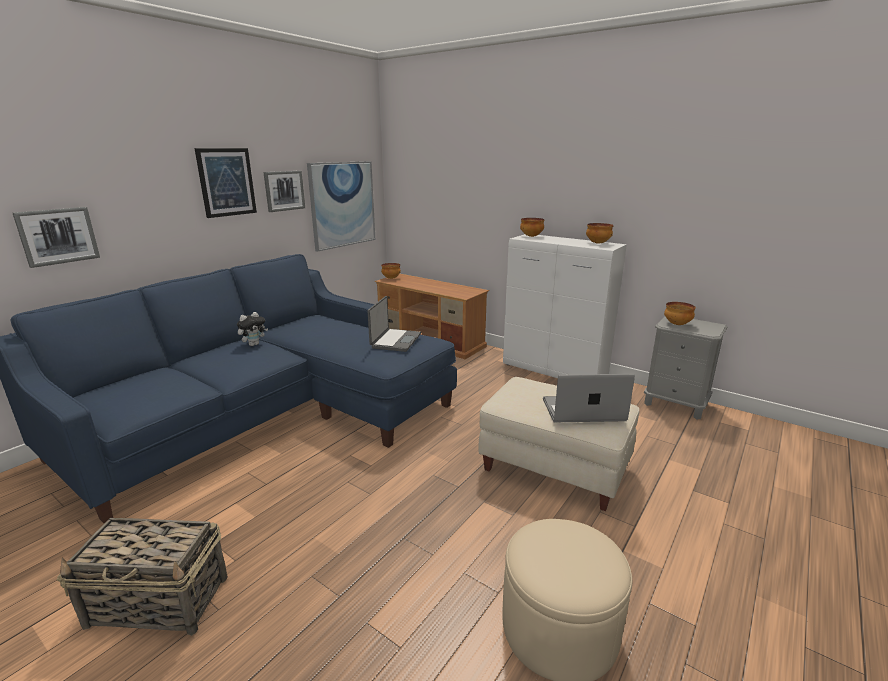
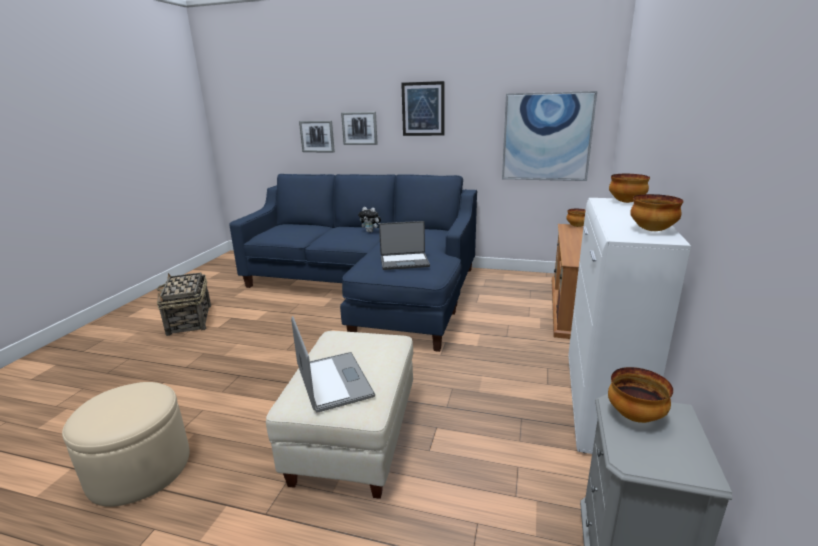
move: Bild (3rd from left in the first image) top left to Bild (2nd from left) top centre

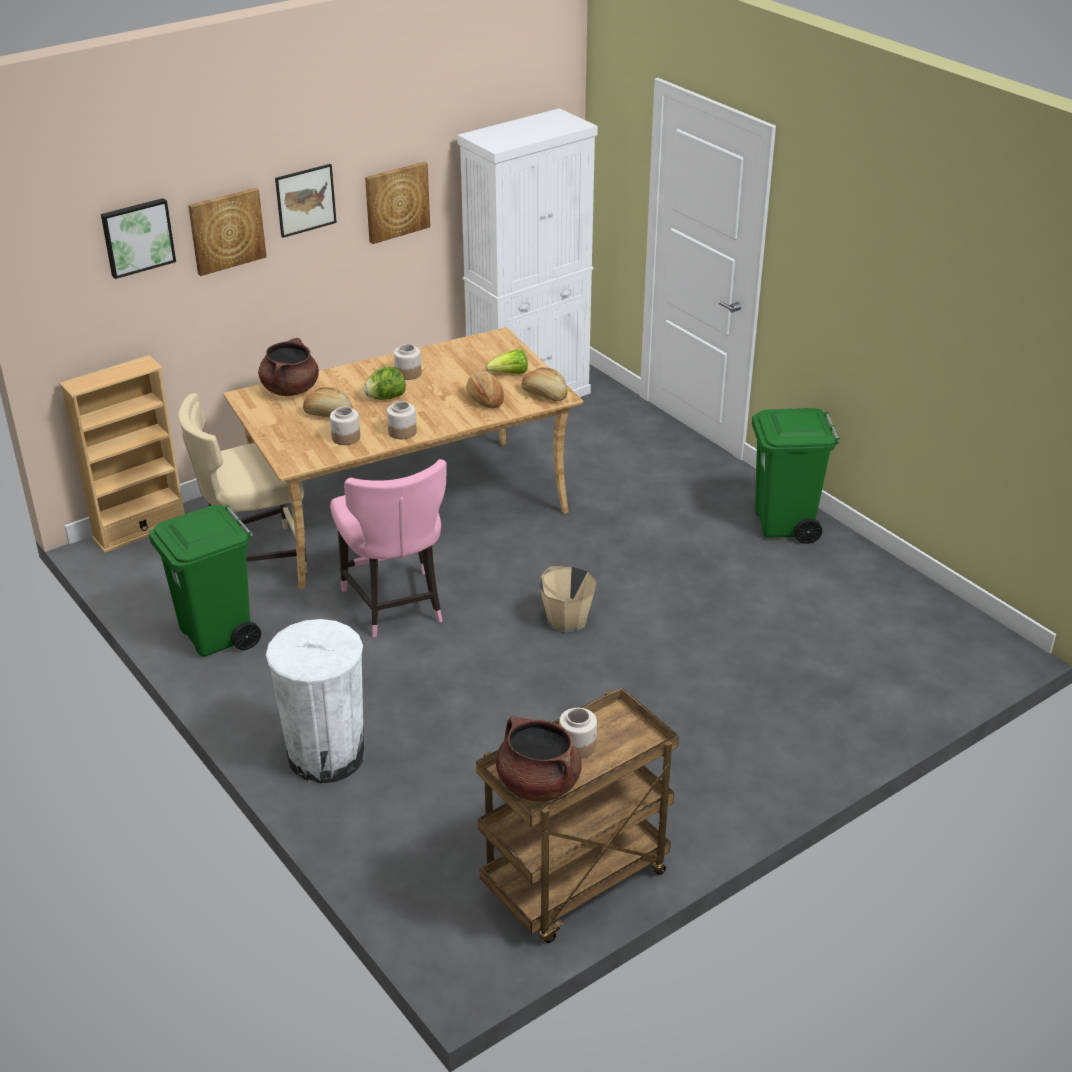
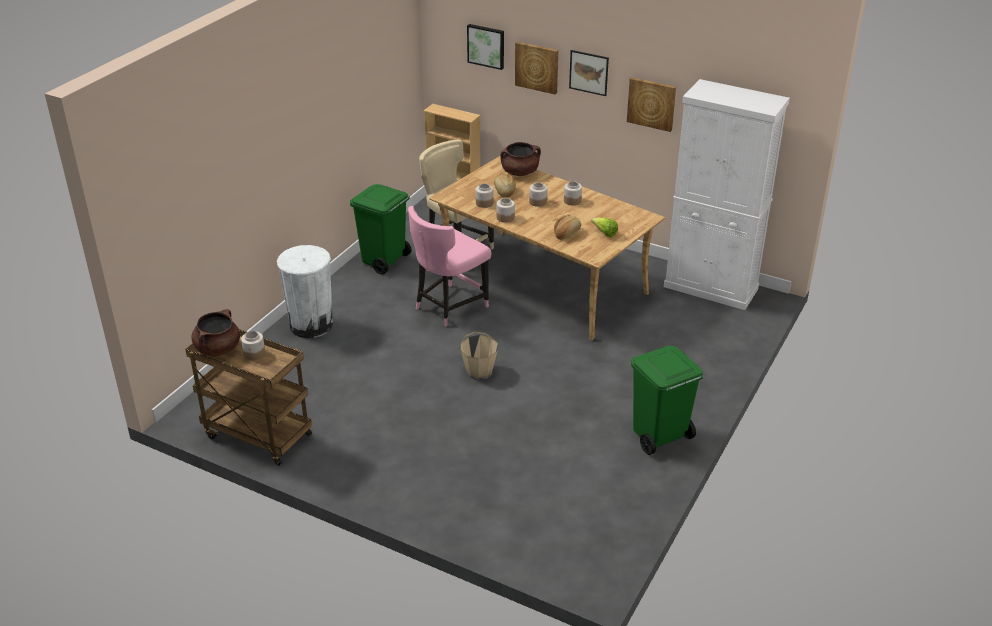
delete: Brot (3rd from left) centre
replace: Salatkopf (1st from left) centre to Vorratsglas (4th from left) top centre

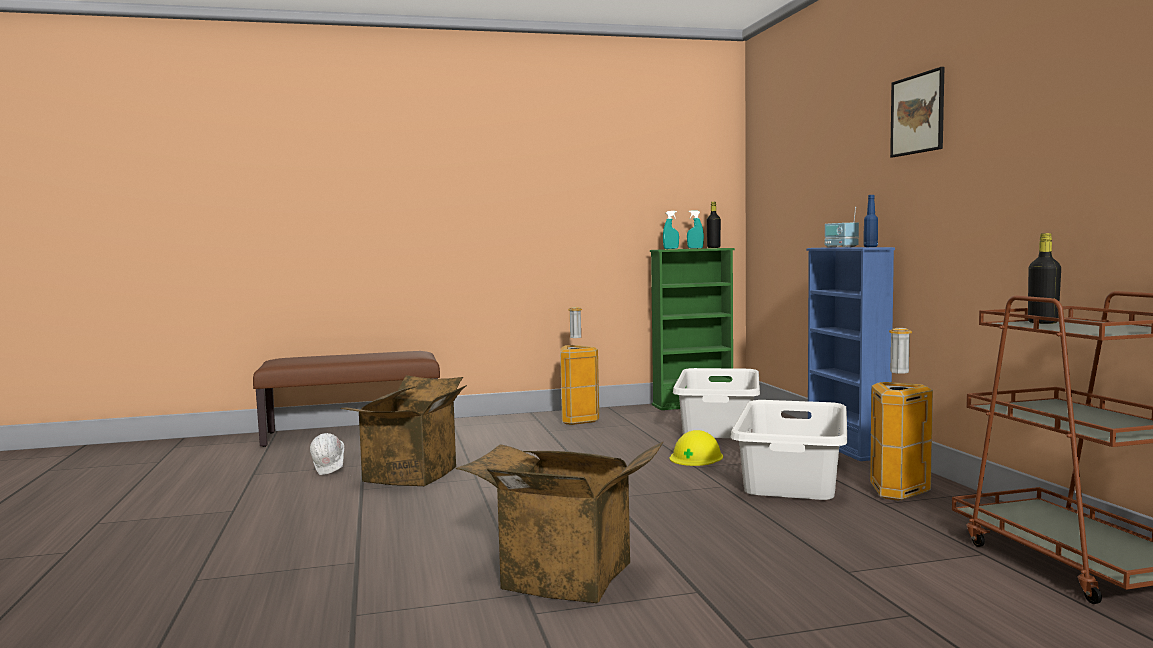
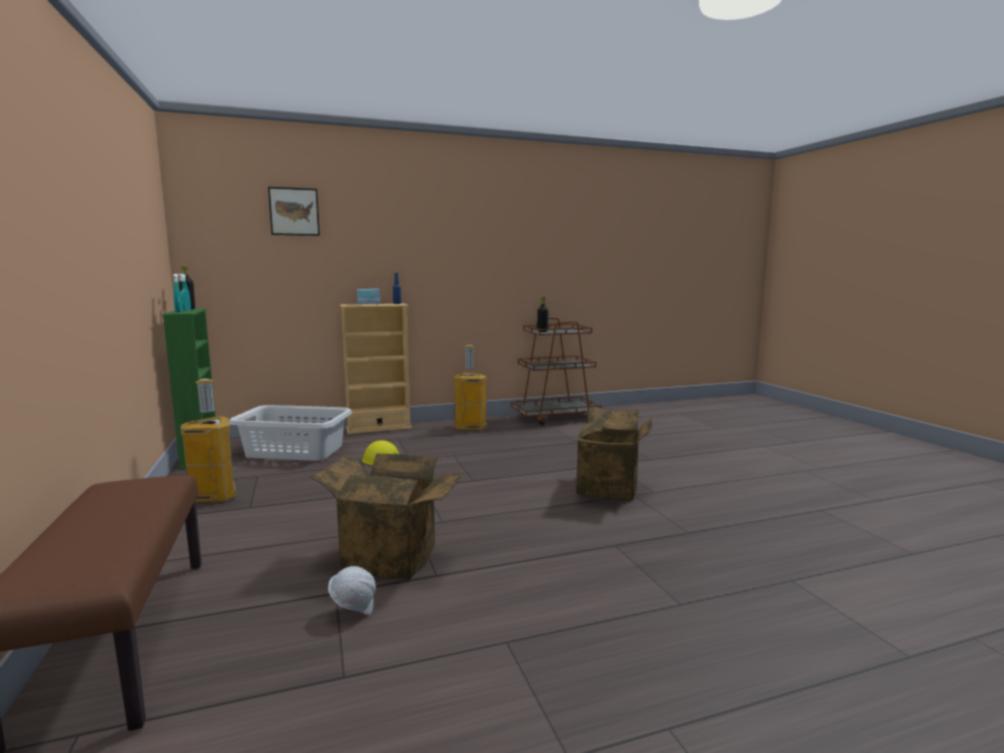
delete: Wäschekorb (grau) (2nd from left) bottom right
move: Bild top right to top left
recolor: Bücherregal (blau) middle right to Bücherregal (beige) centre

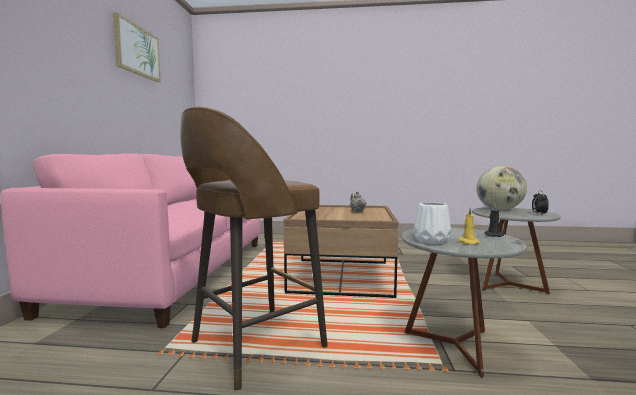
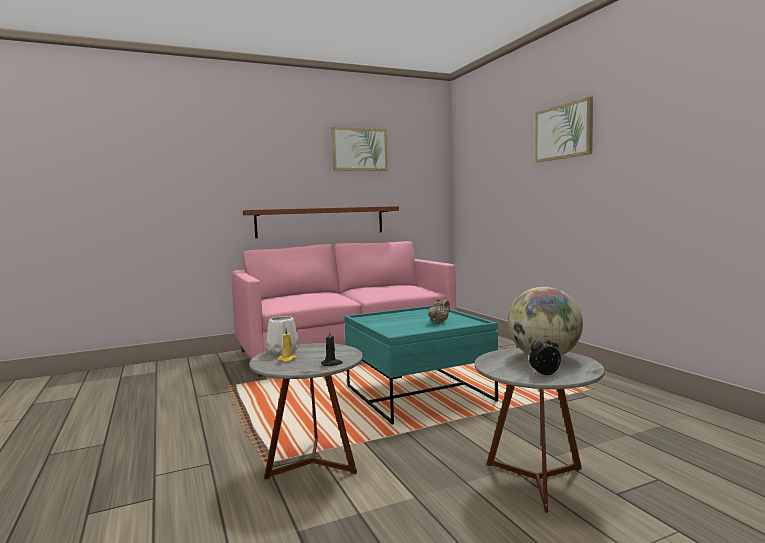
delete: Hocker (braun) centre
insert: Wandregal (braun) centre; Bild (2nd from left) top right
recolor: Couchtisch (braun) centre to Couchtisch (türkis) bottom centre

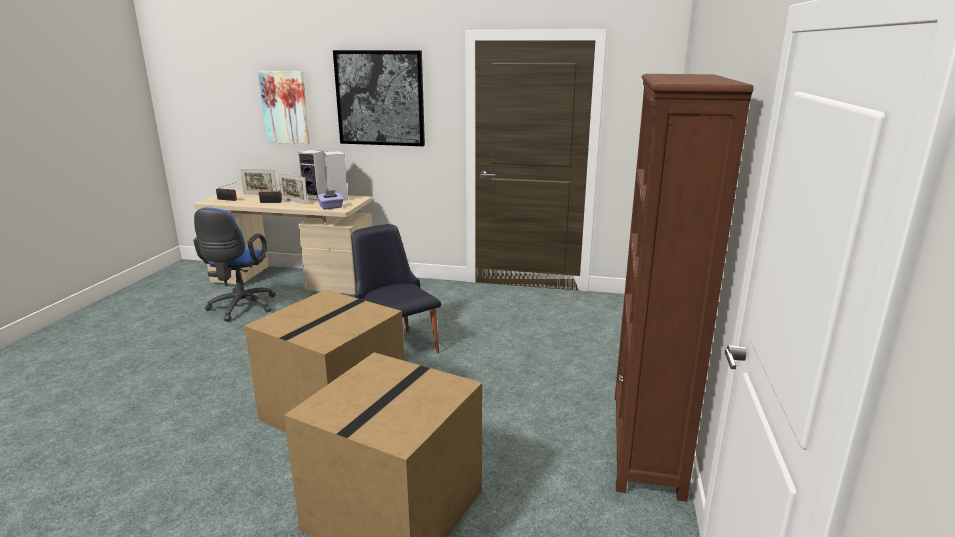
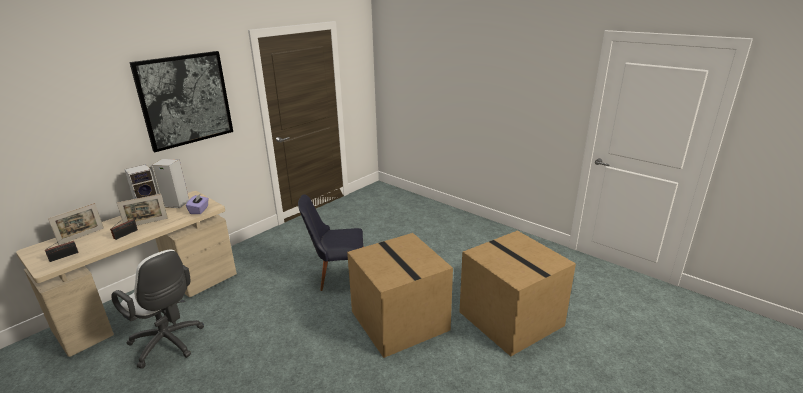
delete: Bild (1st from left) top left; Bücherregal (braun) middle right
recolor: Bürostuhl (blau) middle left to Bürostuhl (weiß) bottom left

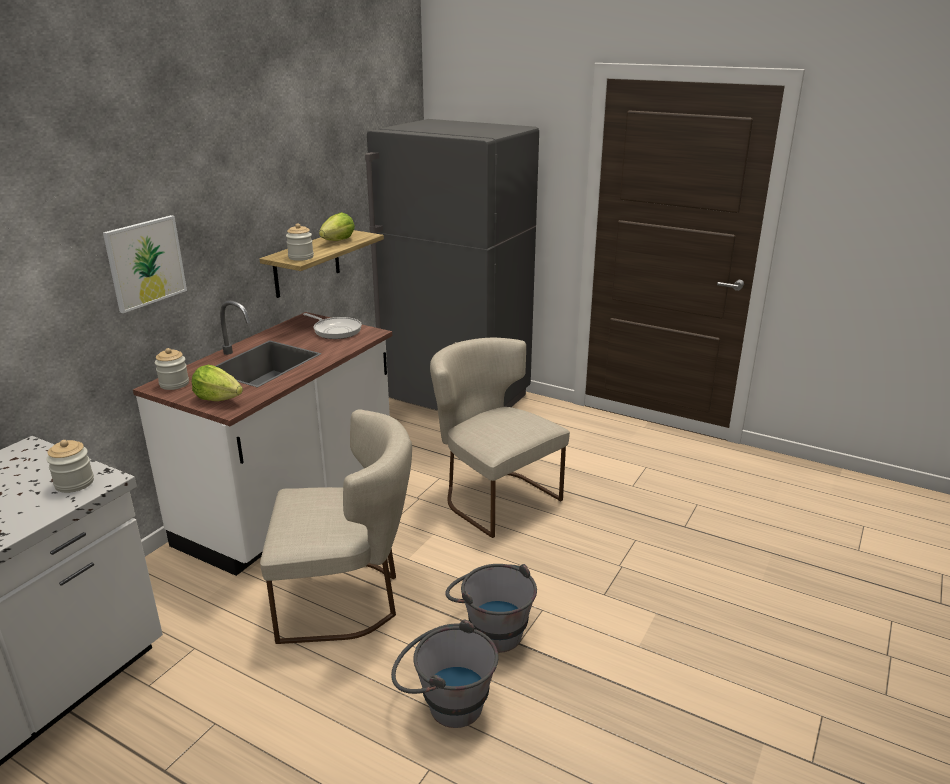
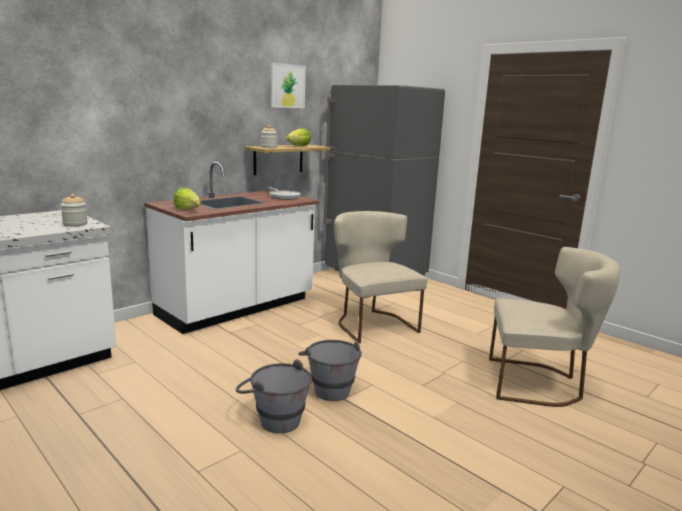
delete: Vorratsglas (2nd from left) middle left
move: Bild middle left to top centre; Stuhl (beige) (1st from left in the first image) bottom centre to Stuhl (beige) (2nd from left) middle right

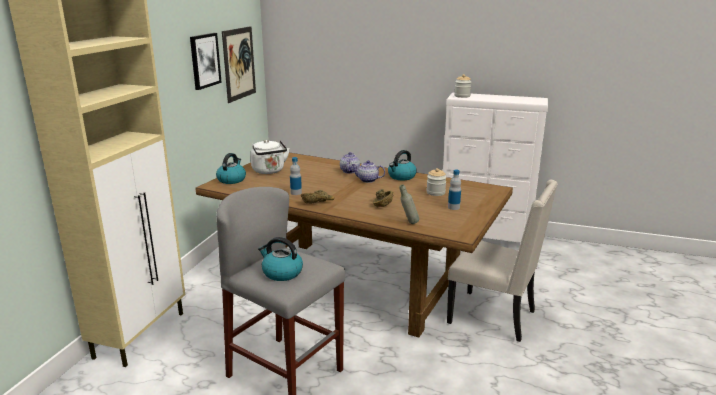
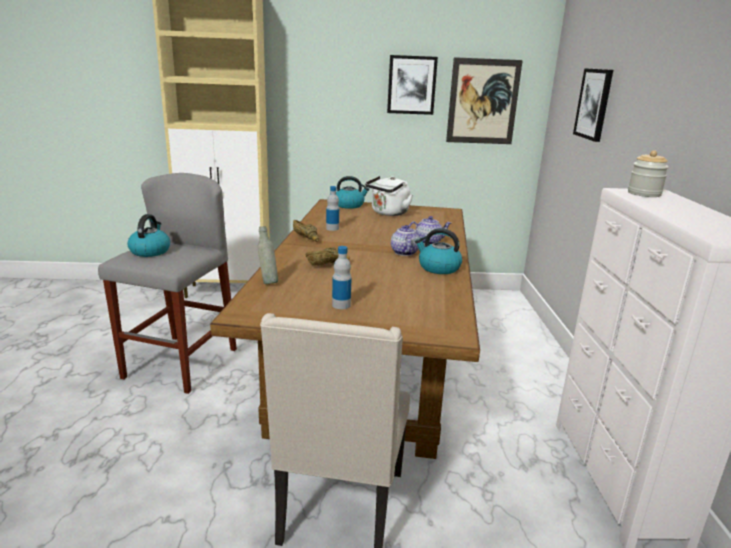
delete: Vorratsglas (1st from left) centre
insert: Bild (3rd from left) top right

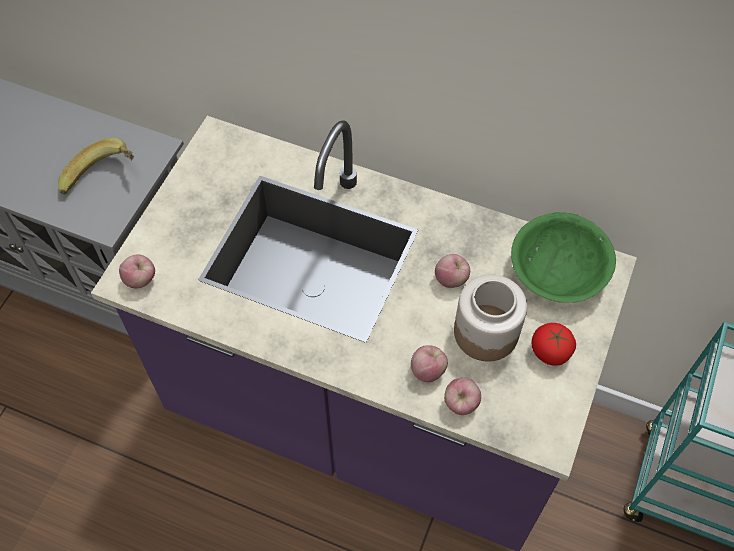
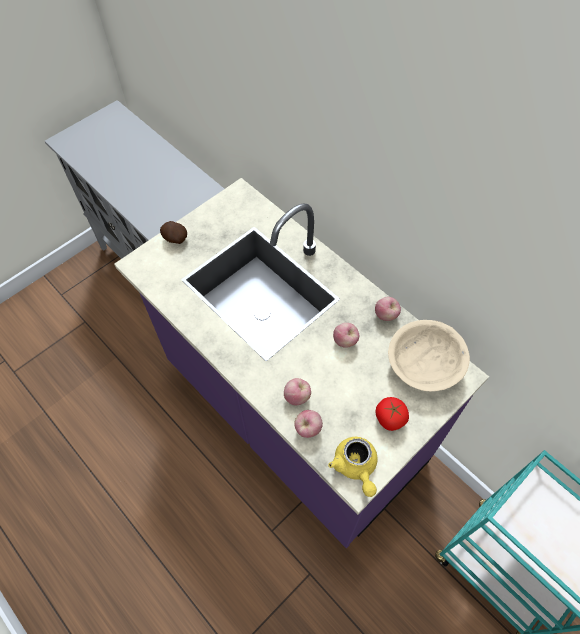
delete: Banane top left; Vorratsglas middle right
insert: Kartoffel middle left; Teekanne (gelb) bottom centre
move: Apfel (1st from left in the first image) middle left to Apfel (4th from left) middle right
recolor: Schüssel (grün) middle right to Schüssel (beige) middle right

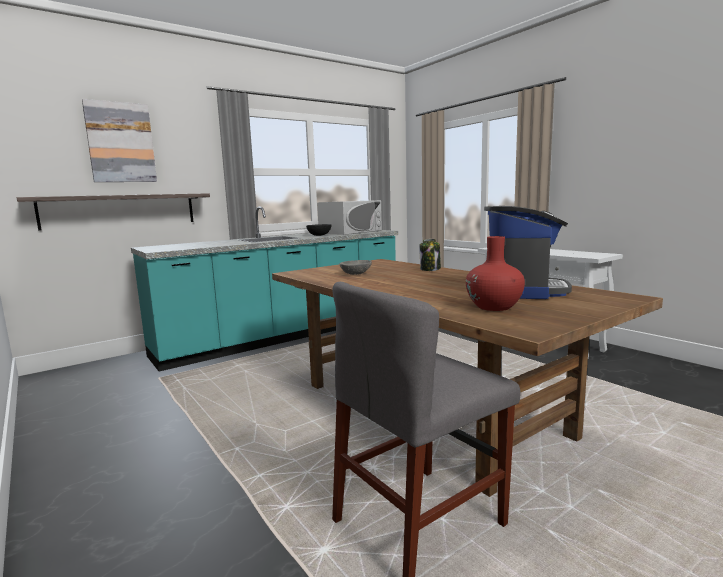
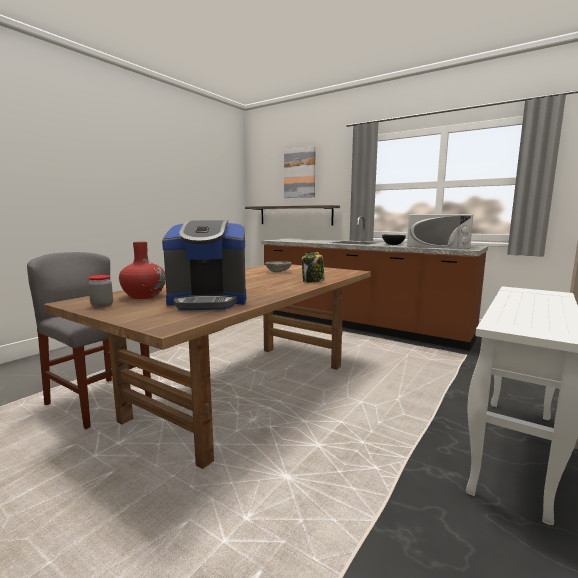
insert: Vorratsglas (1st from left) middle left
recolor: Küchenzeile (türkis) centre to Küchenzeile (braun) centre

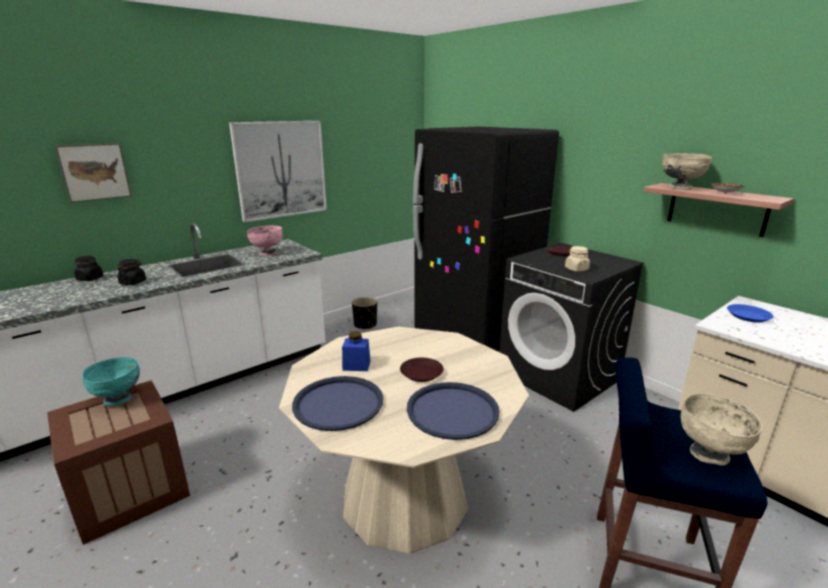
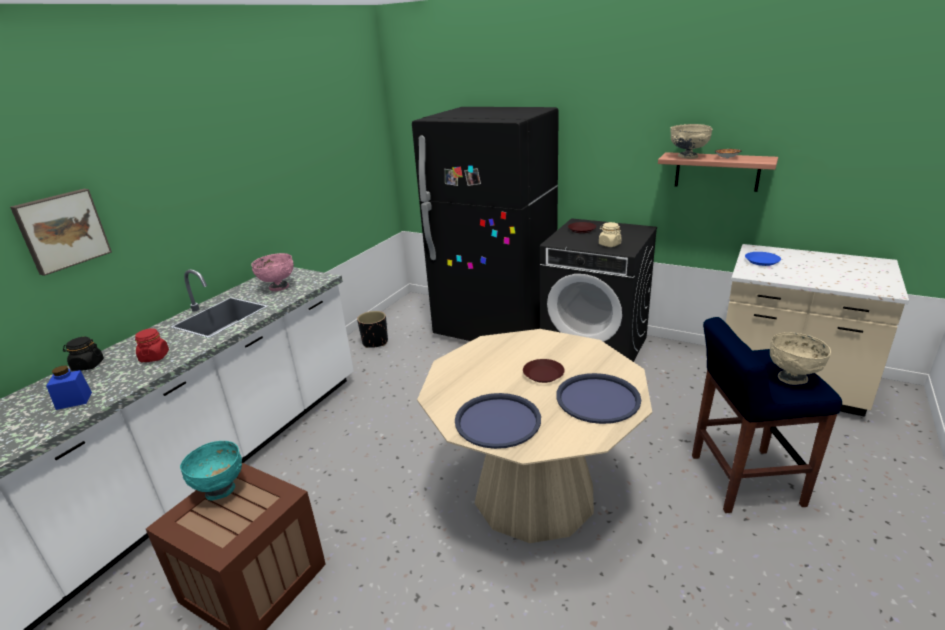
delete: Bild (2nd from left) top centre
move: Vorratsglas (blau) centre to middle left
recolor: Vorratsglas (schwarz) (2nd from left) middle left to Vorratsglas (rot) middle left

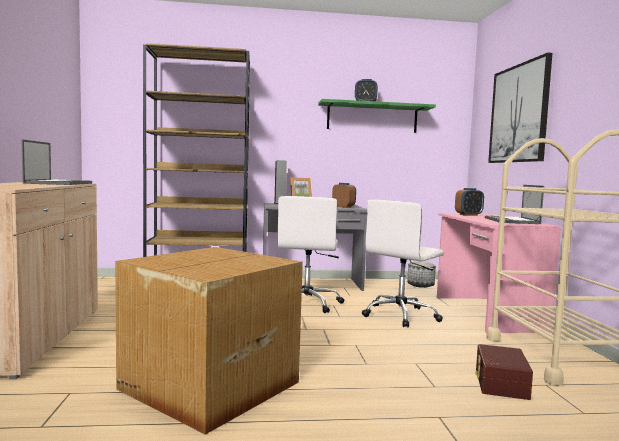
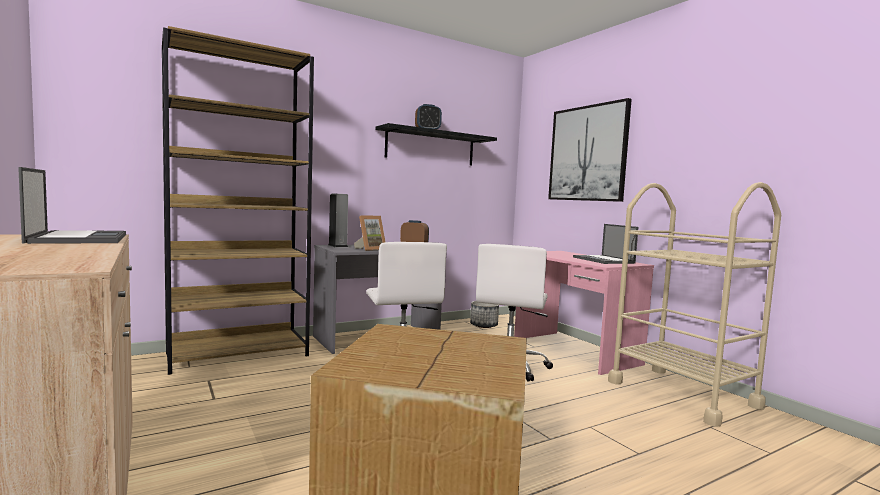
delete: Wecker (3rd from left) middle right; Aufbewahrungsbox (braun) bottom right
recolor: Wandregal (grün) top centre to Wandregal (schwarz) top centre

